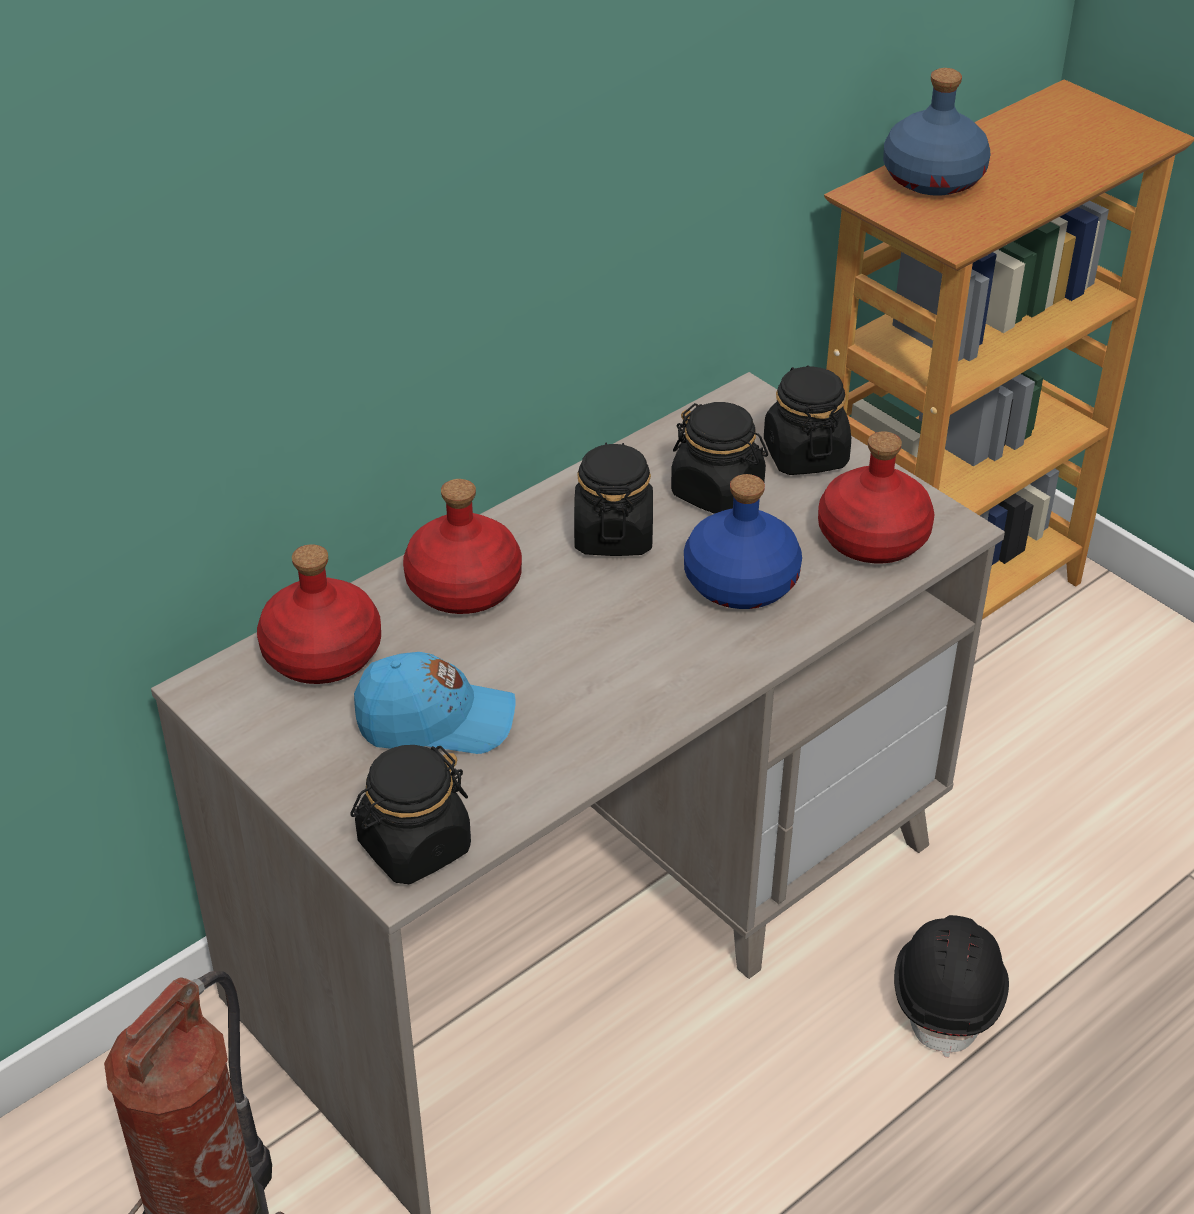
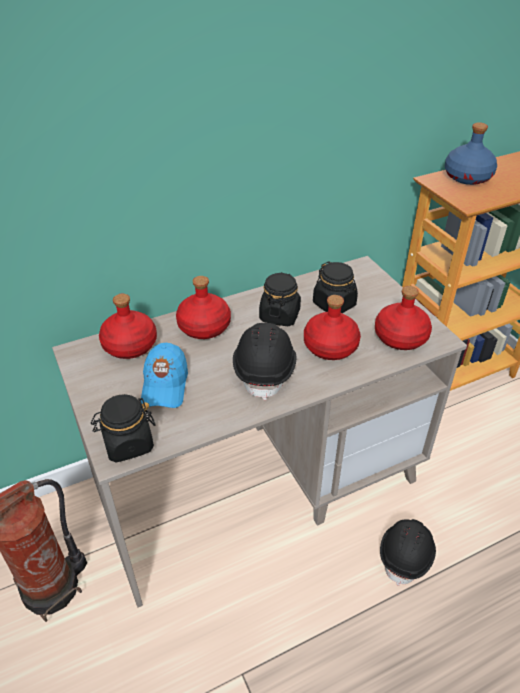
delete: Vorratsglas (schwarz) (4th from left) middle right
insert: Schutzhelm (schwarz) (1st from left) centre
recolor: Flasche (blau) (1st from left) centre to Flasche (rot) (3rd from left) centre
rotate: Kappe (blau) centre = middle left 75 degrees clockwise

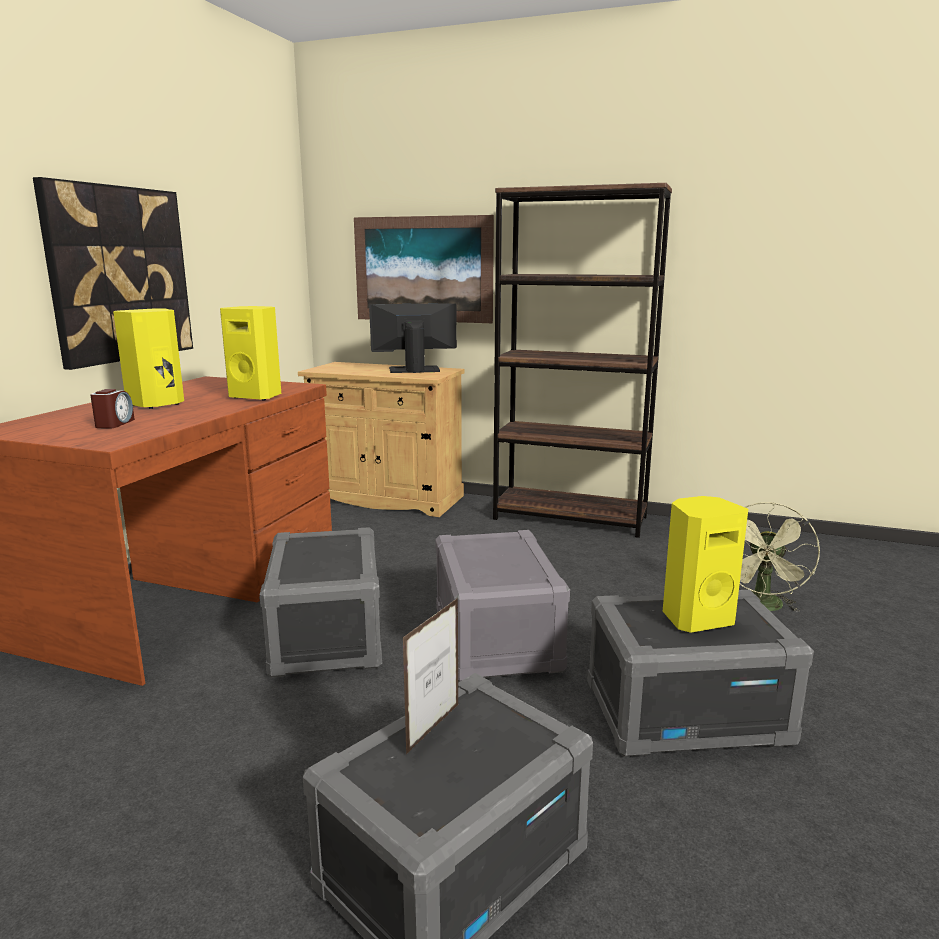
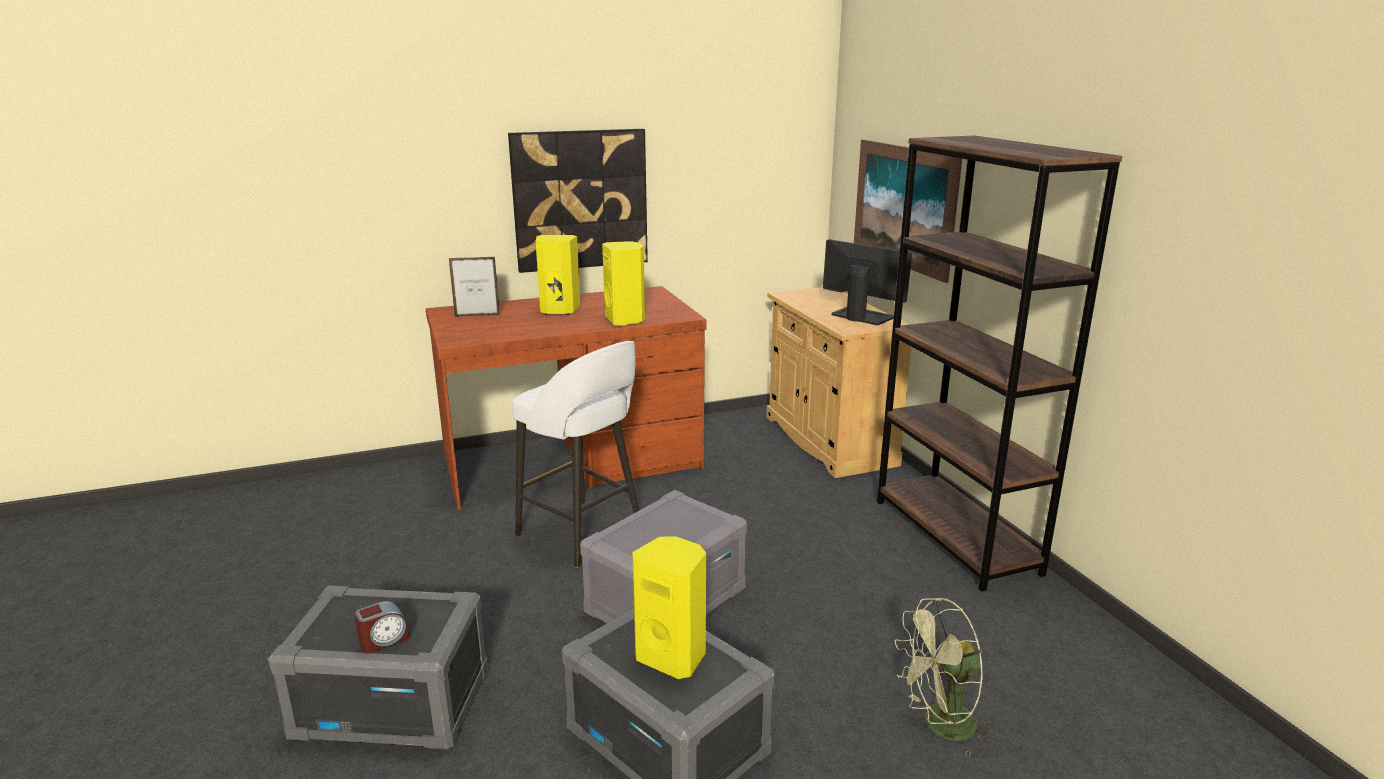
move: Wecker middle left to bottom left; Bilderrahmen bottom centre to centre
replace: Aufbewahrungsbox (grau) (1st from left) centre to Hocker (weiß) centre

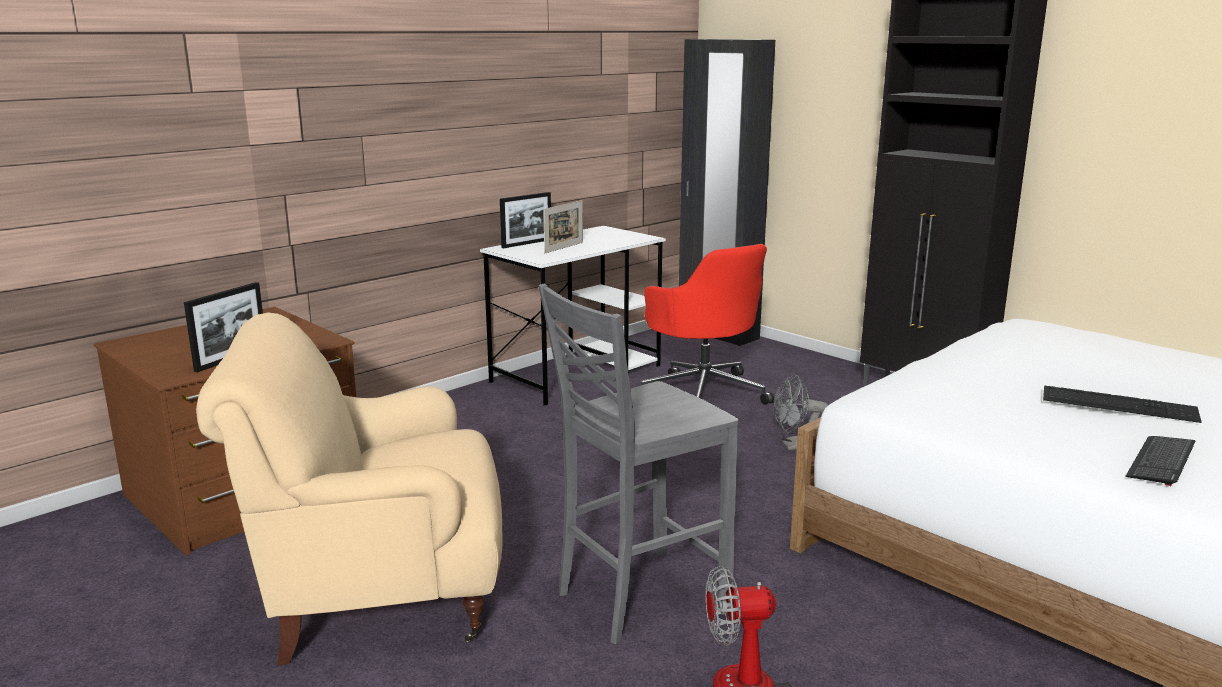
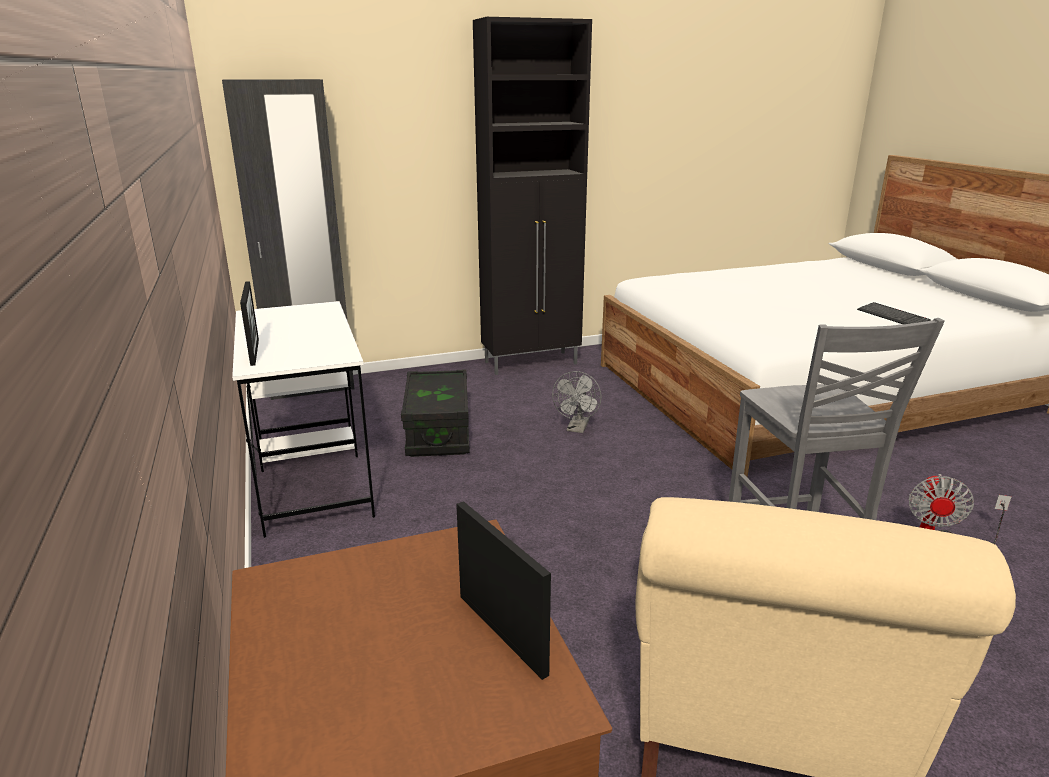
delete: Bilderrahmen (3rd from left) top centre; Tastatur (1st from left) middle right
replace: Bürostuhl (rot) centre to Aufbewahrungsbox (schwarz) centre

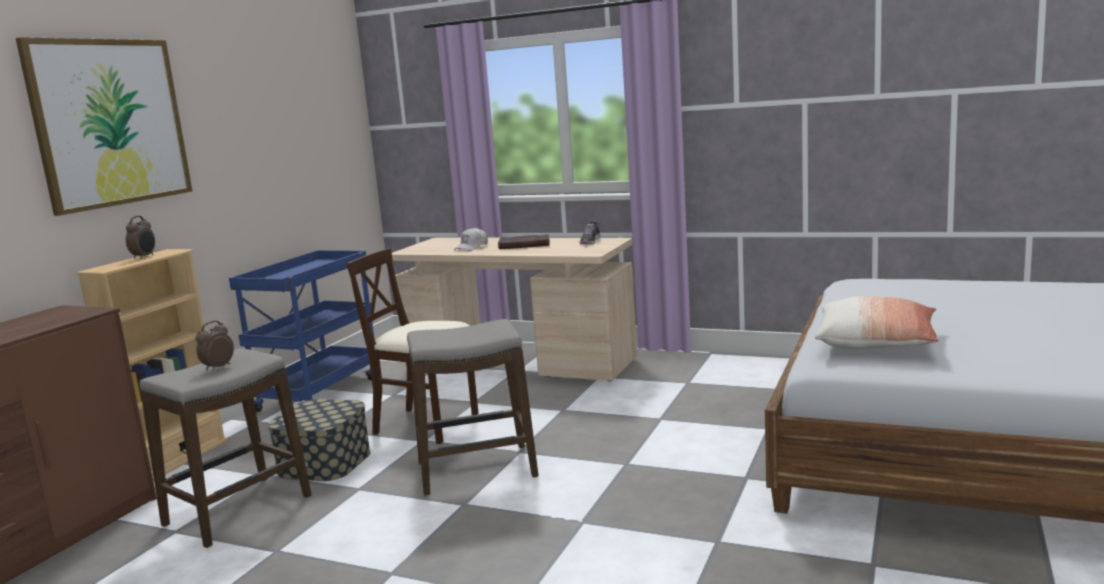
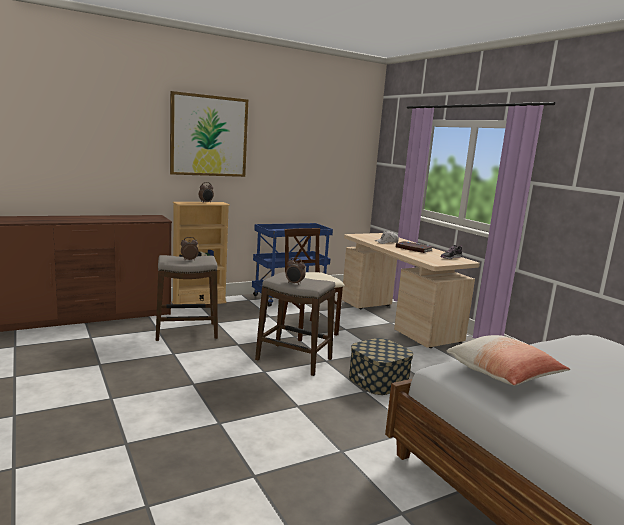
insert: Wecker (3rd from left) centre
move: Aufbewahrungsbox bottom left to bottom centre

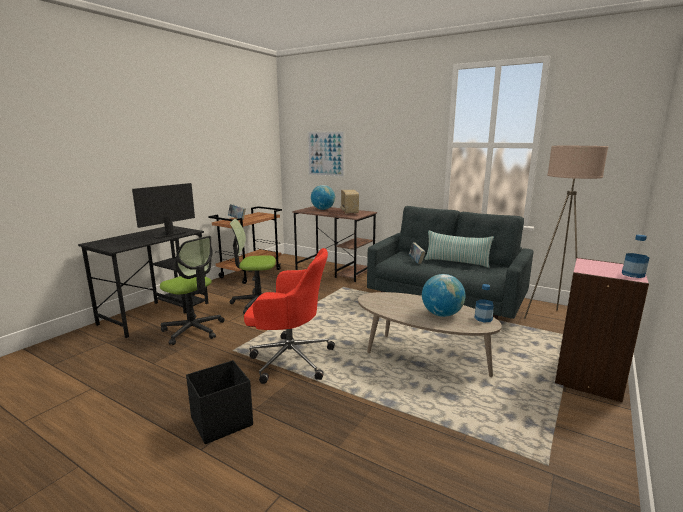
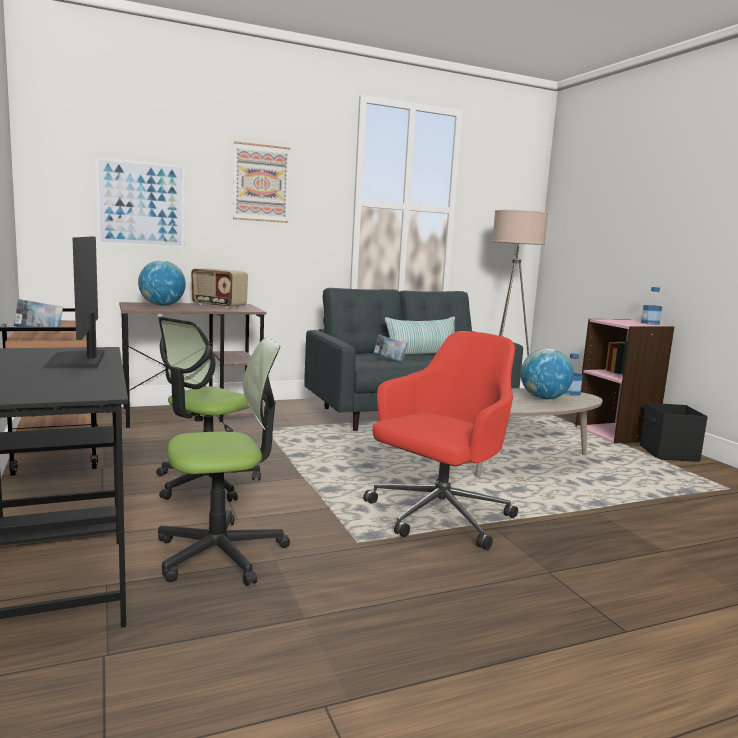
insert: Bild (2nd from left) top centre
move: Aufbewahrungsbox (schwarz) bottom left to middle right

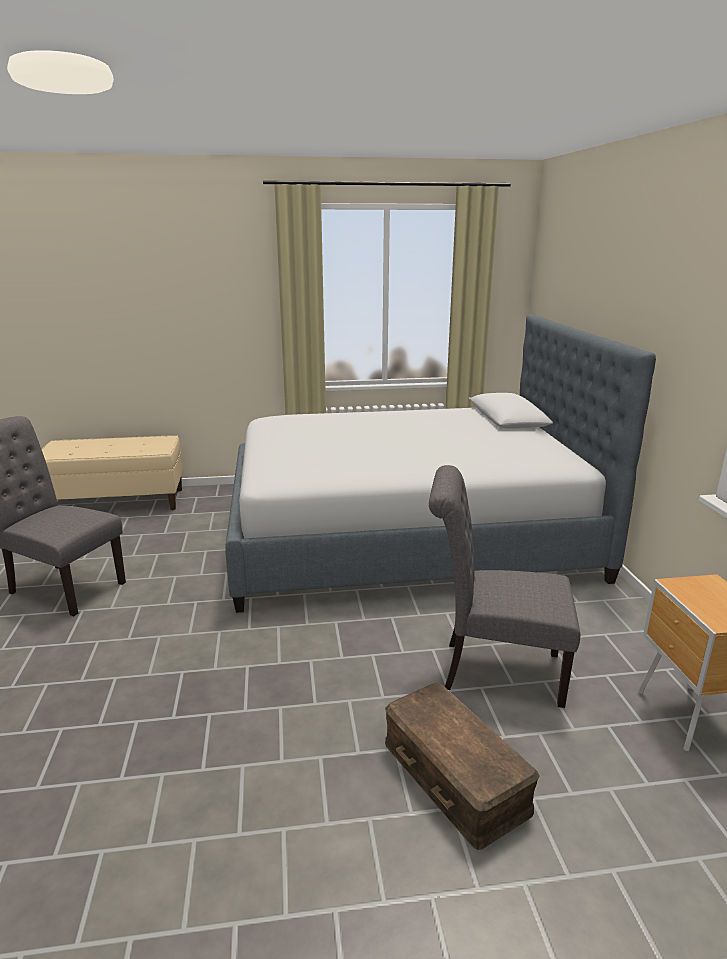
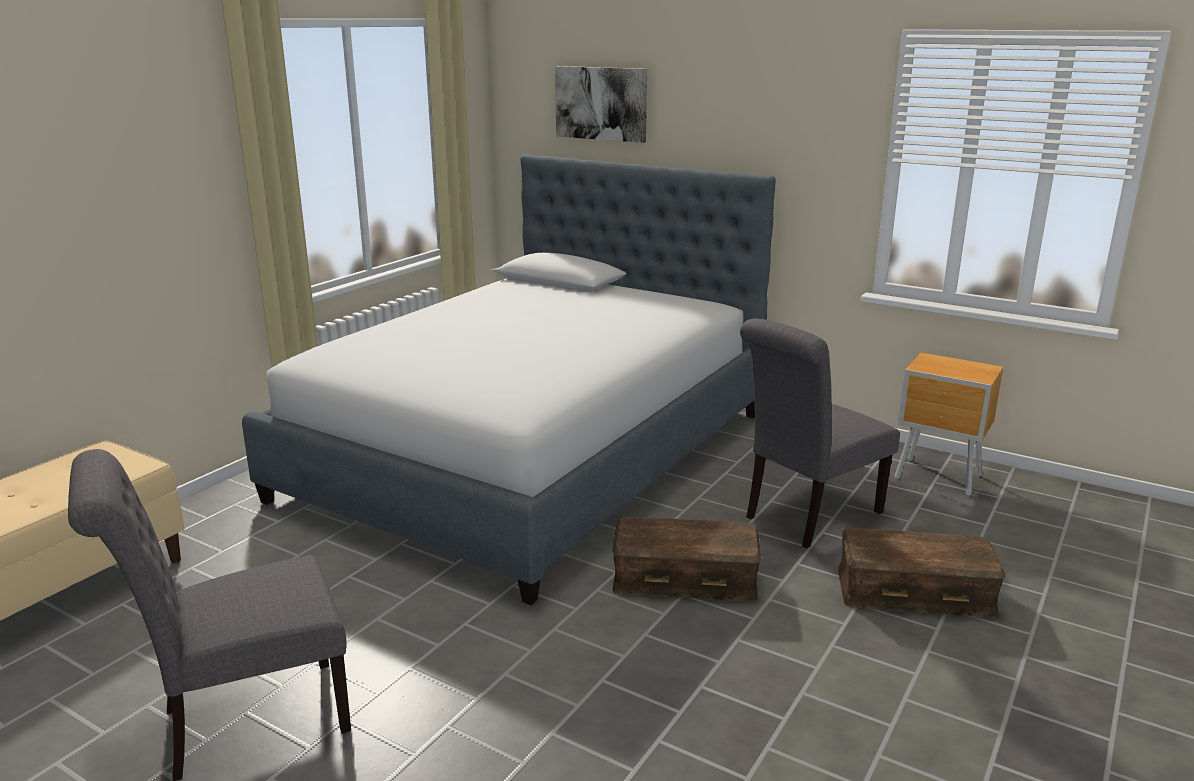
insert: Bild top centre; Aufbewahrungsbox (braun) (1st from left) bottom centre

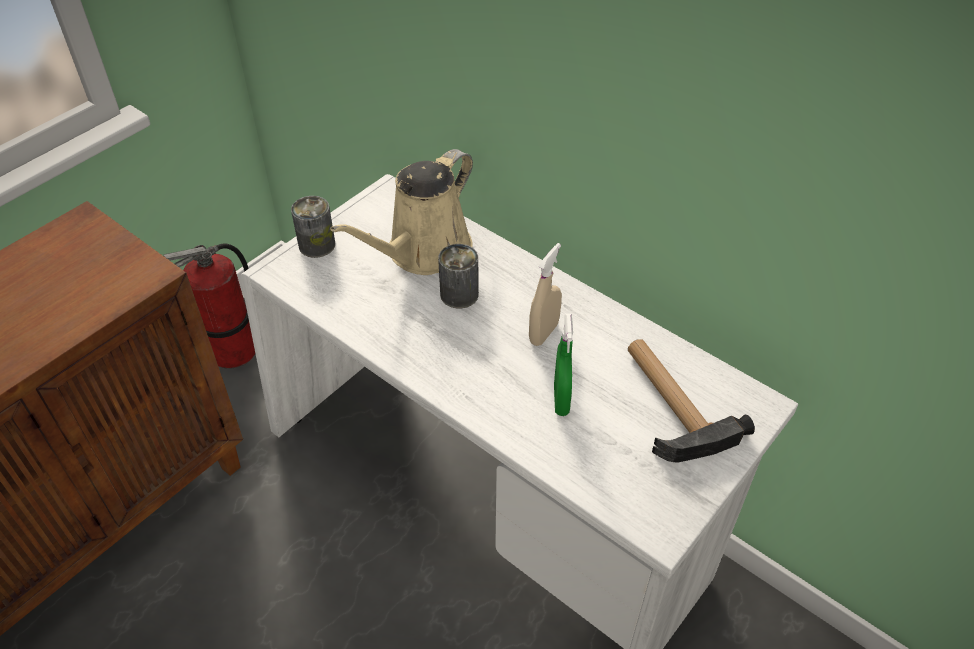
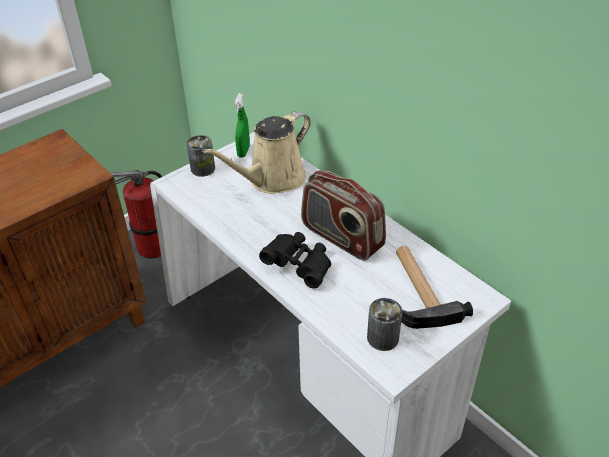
insert: Fernglas (schwarz) centre
move: Dose (2nd from left) centre to bottom centre; Sprühflasche (grün) centre to top centre
replace: Sprühflasche (beige) centre to Radio centre

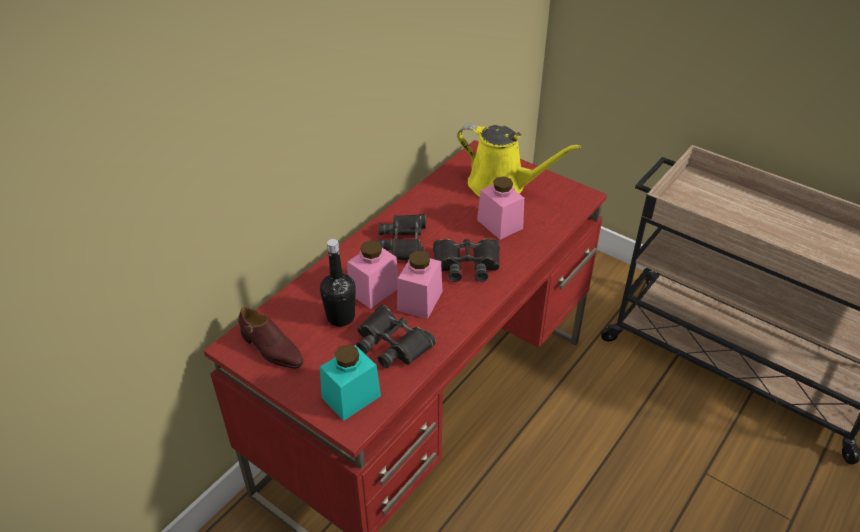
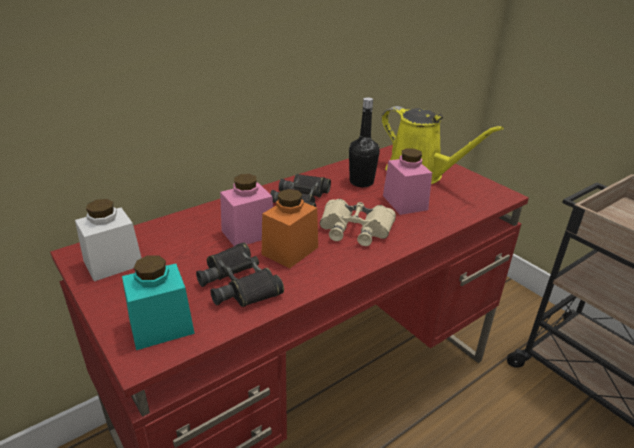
move: Flasche (schwarz) centre to top centre
replace: Schuh (braun) middle left to Vorratsglas (weiß) middle left
recolor: Vorratsglas (rosa) (2nd from left) centre to Vorratsglas (orange) centre; Fernglas (schwarz) (3rd from left) centre to Fernglas (beige) centre

